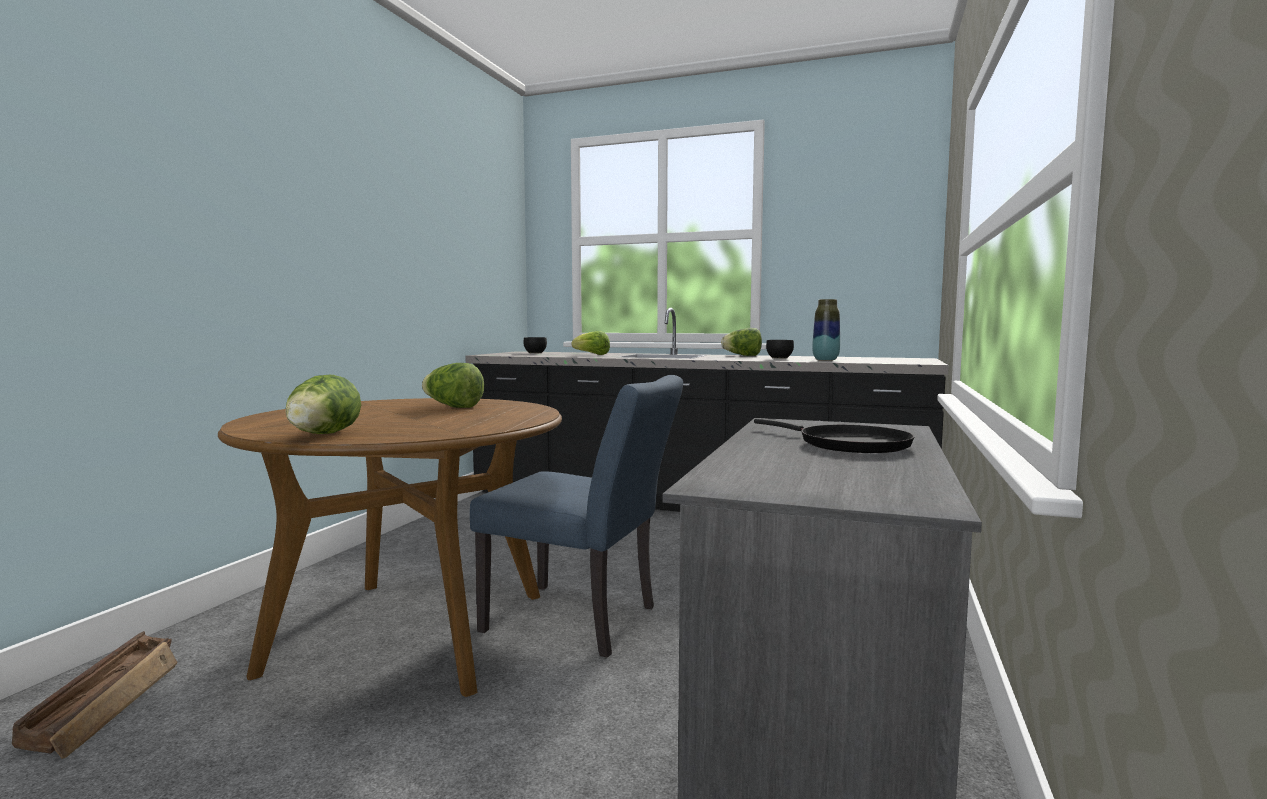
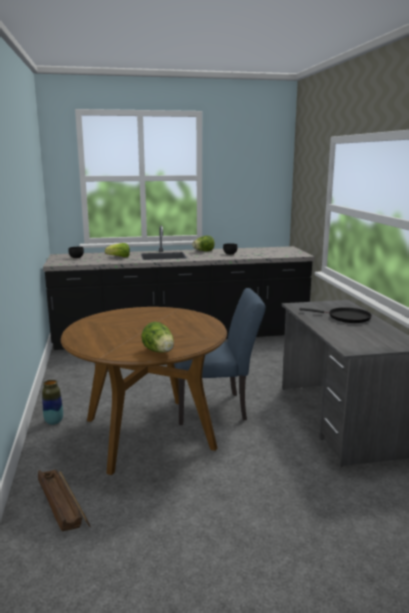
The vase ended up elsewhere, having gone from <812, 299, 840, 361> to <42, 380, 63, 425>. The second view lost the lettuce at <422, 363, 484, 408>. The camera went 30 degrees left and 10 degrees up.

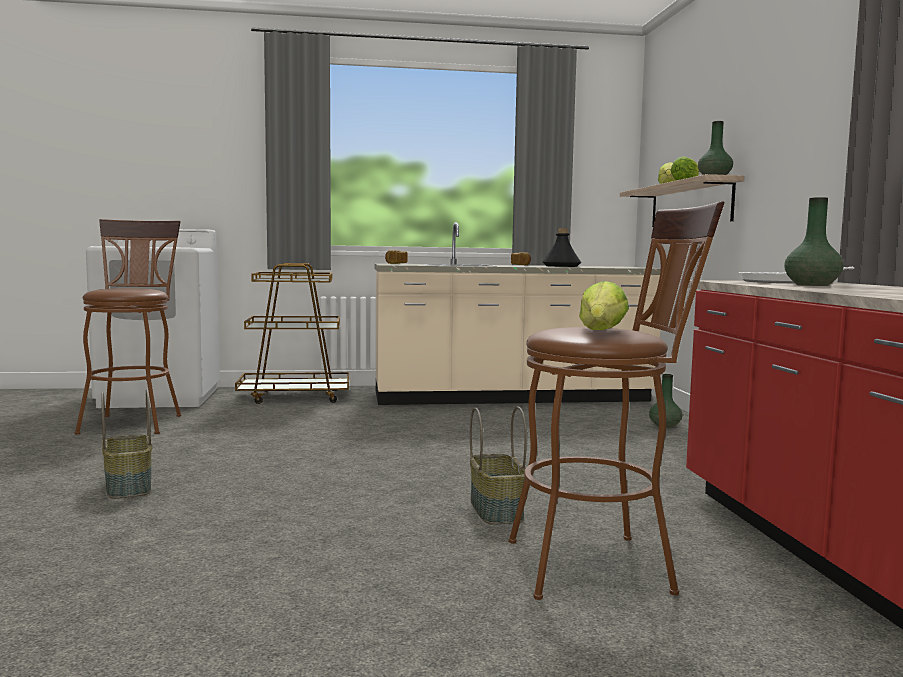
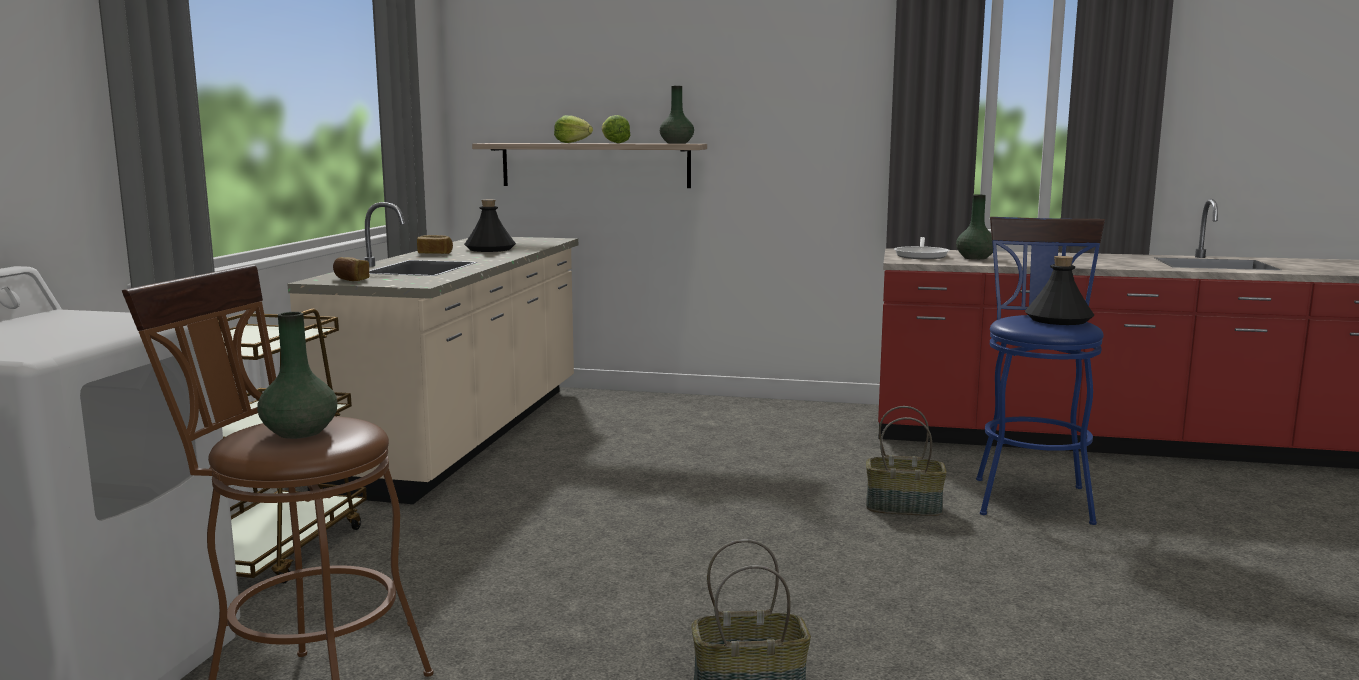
The green-coloured vase ended up elsewhere, having gone from <649, 374, 682, 428> to <257, 312, 337, 439>. What was the brown-coloured stool at <509, 201, 725, 600> turned into the bluish stool at <976, 217, 1105, 525>. Where the lettuce stood at <579, 281, 629, 330>, the black-coloured drink bottle came to stand at <1025, 256, 1094, 325>. The camera went 70 degrees left and 5 degrees up.

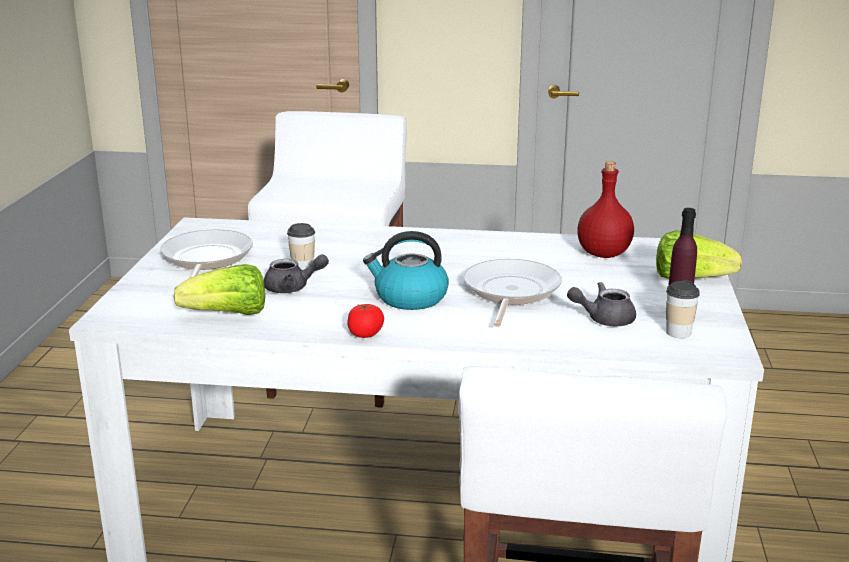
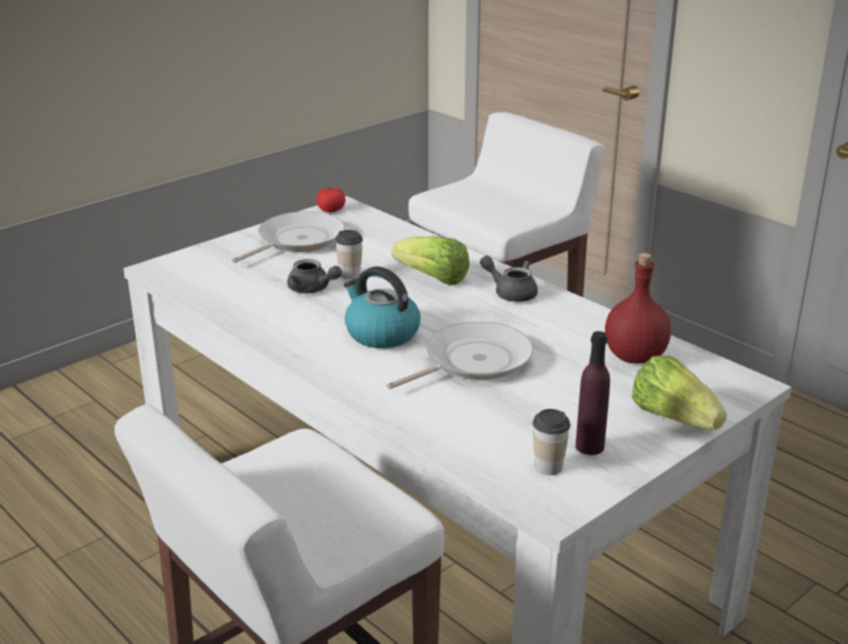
The fresh tomato ended up elsewhere, having gone from <348, 304, 384, 338> to <317, 187, 345, 212>. The lettuce ended up elsewhere, having gone from <174, 264, 265, 315> to <392, 237, 469, 285>. The gray pot for tea ended up elsewhere, having gone from <567, 282, 636, 326> to <480, 256, 538, 302>. The camera went 40 degrees right and 5 degrees up.

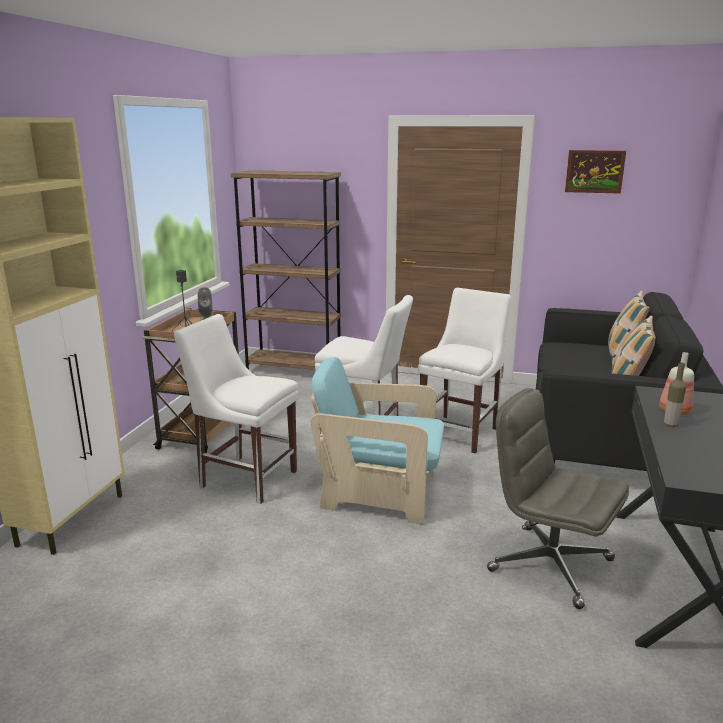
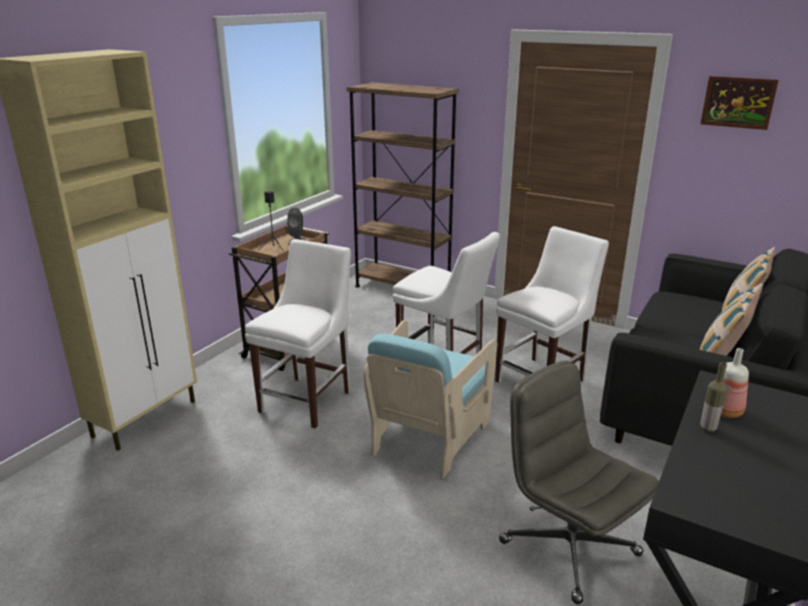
The white plain chair at <174, 314, 298, 504> ended up facing another way, 75 degrees clockwise from before. The turquoise armchair at <311, 357, 444, 524> ended up facing another way, 90 degrees counterclockwise from before. The camera went 15 degrees right and 5 degrees up.

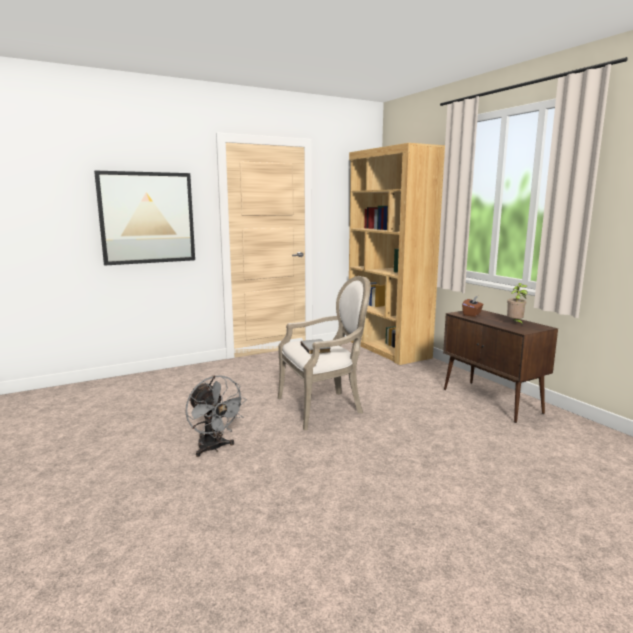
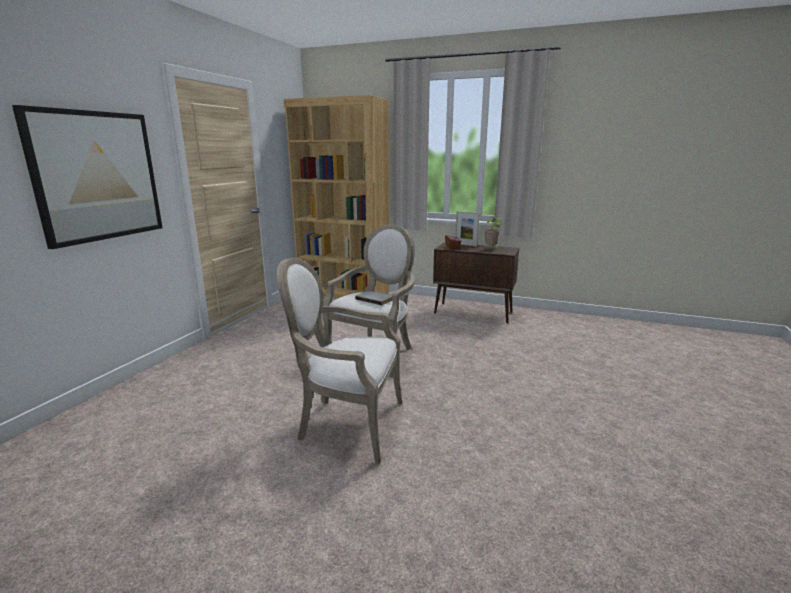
Where the gray fan stood at <186, 375, 247, 457>, the armchair came to stand at <277, 258, 402, 464>. The second view gained the picture frame at <455, 211, 480, 247>. The camera went 40 degrees left and 5 degrees up.

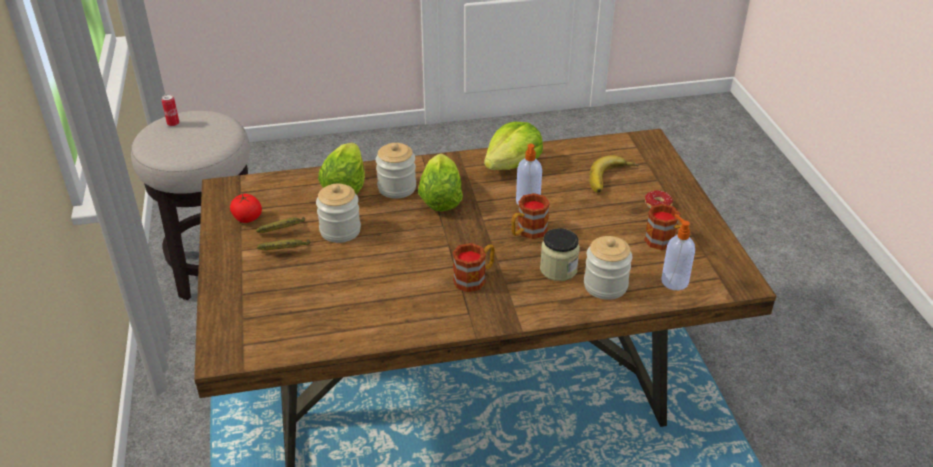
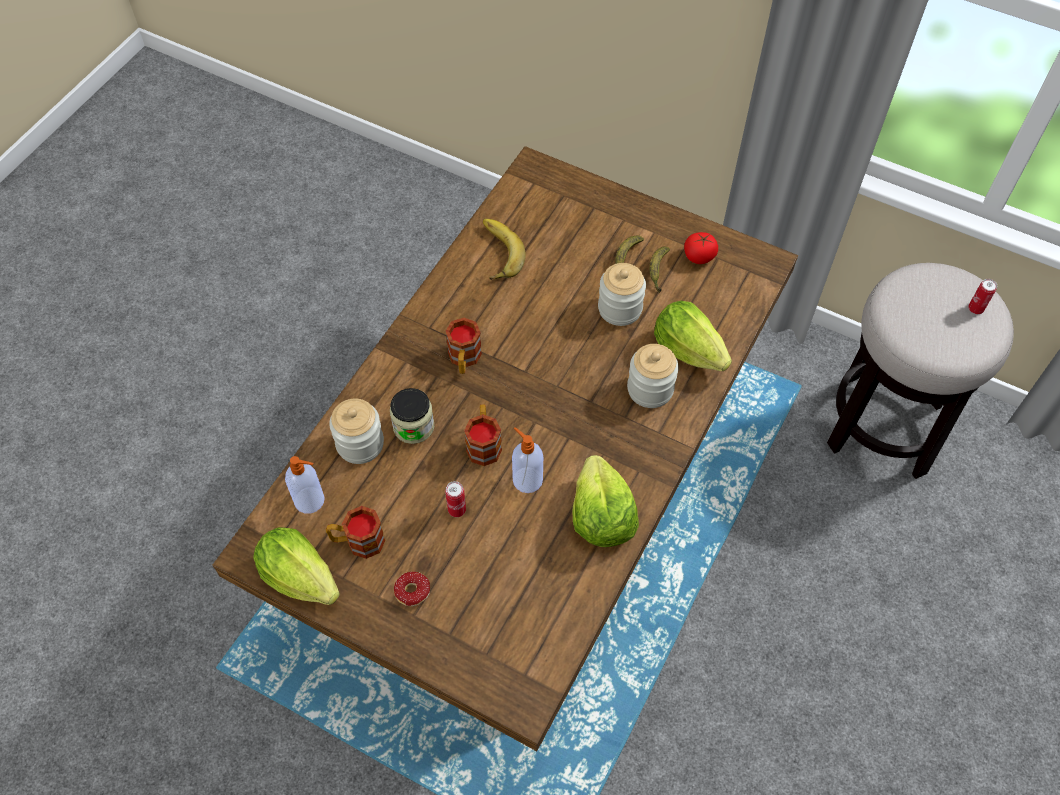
The lettuce ended up elsewhere, having gone from <418, 154, 463, 212> to <253, 527, 340, 605>. The second view gained the metal can at <445, 481, 466, 517>. The banana fruit ended up elsewhere, having gone from <589, 155, 639, 193> to <483, 219, 526, 280>. The camera went 130 degrees right and 20 degrees up.

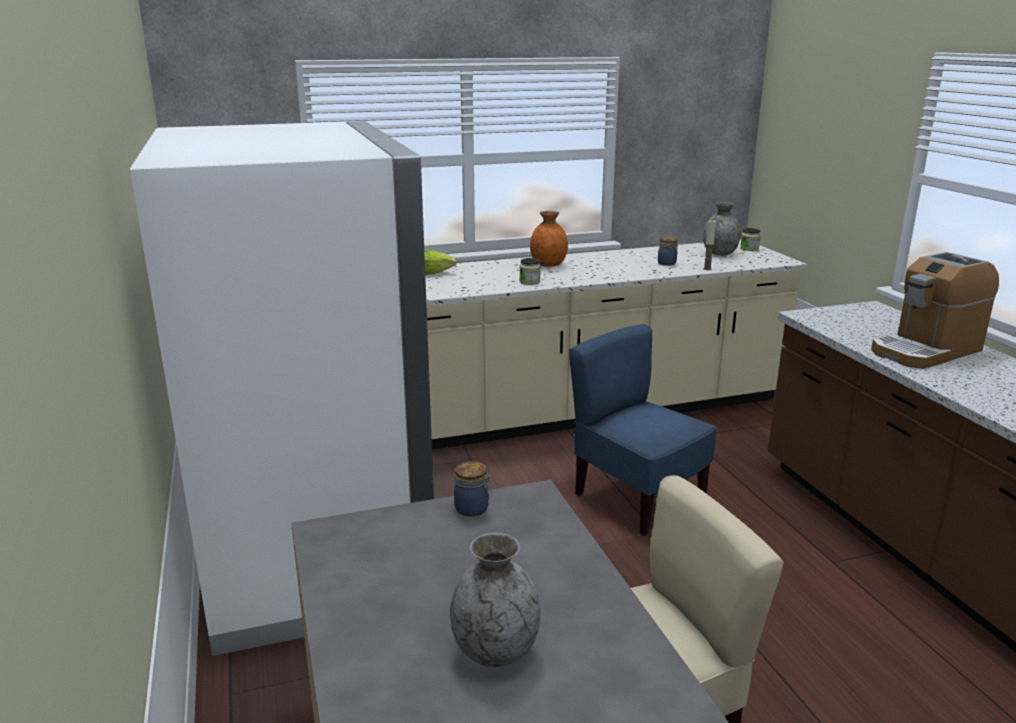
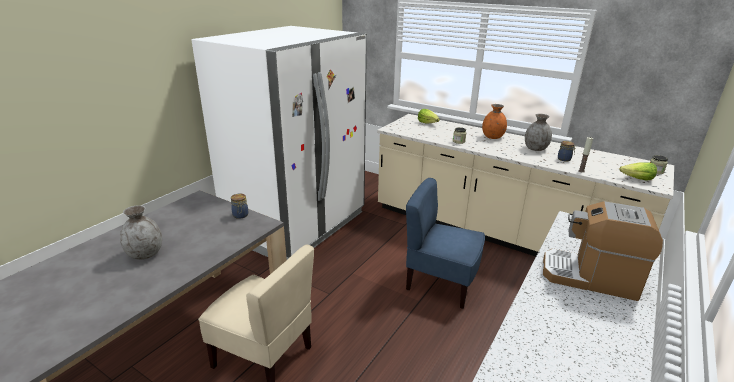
The bluish plain chair at <569, 324, 717, 536> ended up facing another way, 75 degrees counterclockwise from before. The gray vase ended up elsewhere, having gone from <703, 202, 741, 255> to <525, 114, 552, 151>. The second view gained the lettuce at <620, 162, 657, 181>. The camera went 50 degrees right and 5 degrees up.

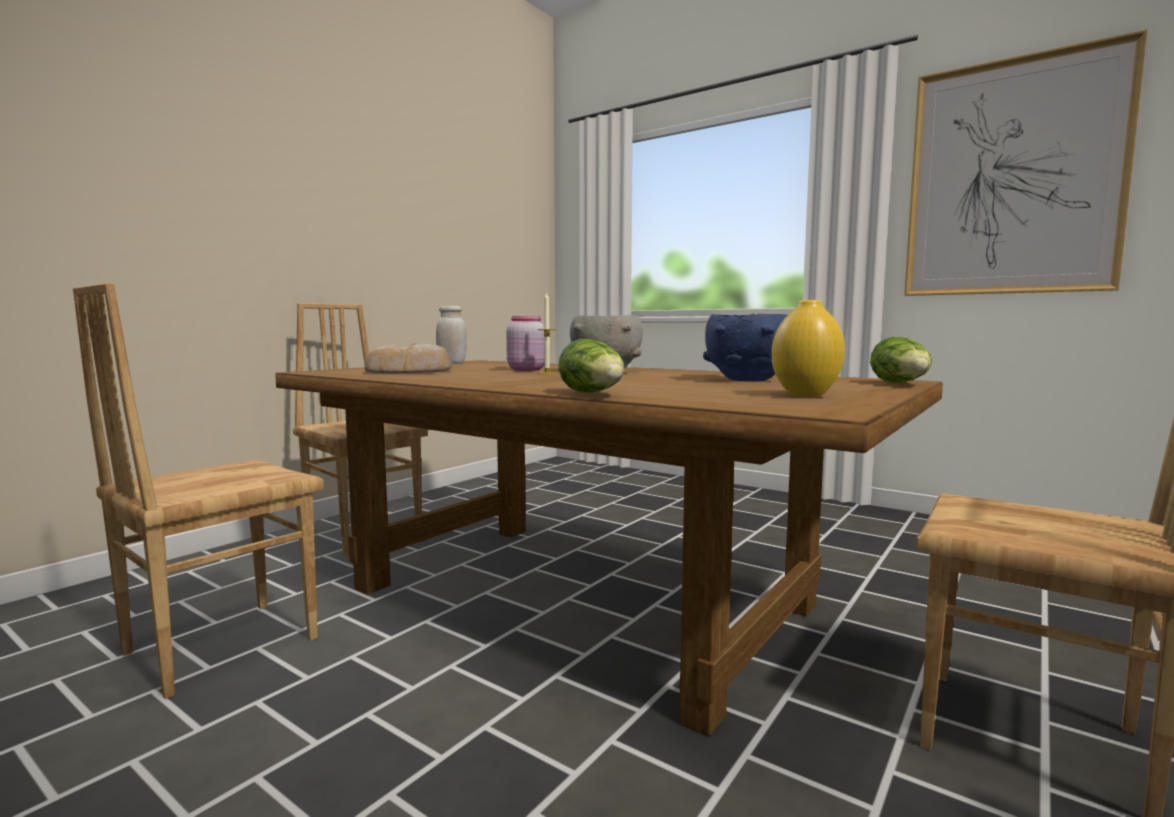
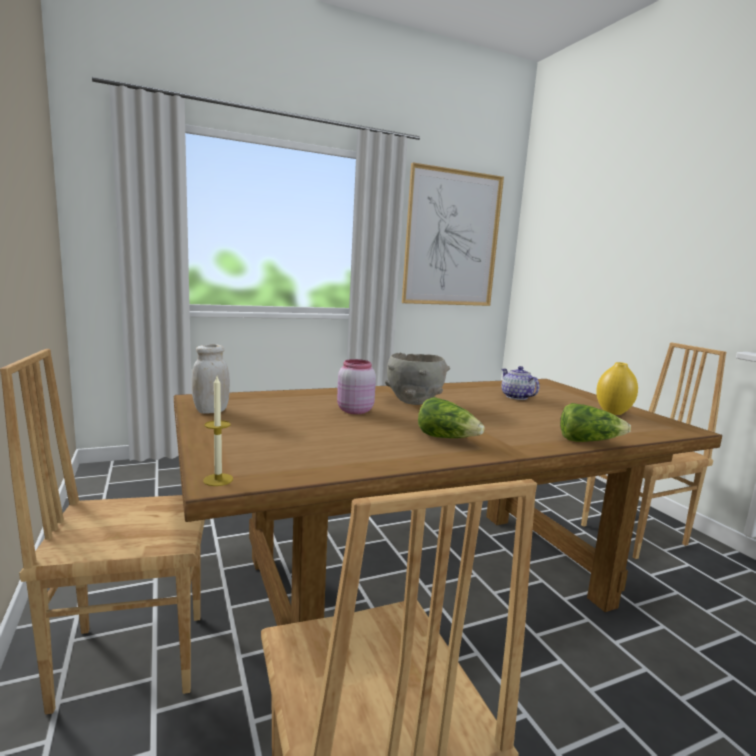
The wax light ended up elsewhere, having gone from <537, 292, 558, 374> to <203, 376, 233, 486>. The lettuce ended up elsewhere, having gone from <870, 337, 932, 383> to <418, 397, 485, 438>. Where the bluish deep dish stood at <703, 313, 789, 381>, the pot for tea came to stand at <501, 366, 540, 400>. The second view lost the bread at <365, 343, 452, 373>. The camera went 60 degrees left and 5 degrees up.

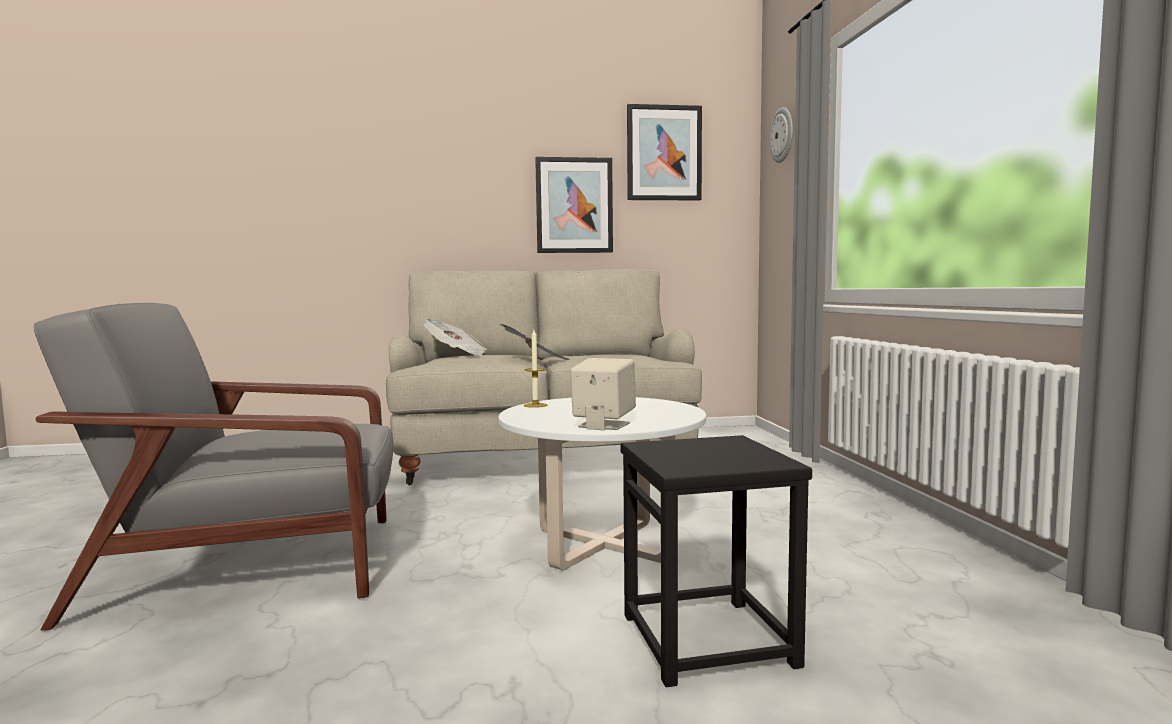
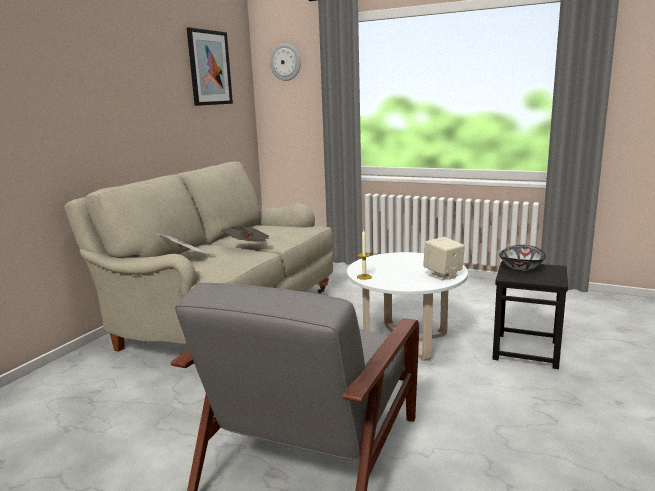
The second view gained the deep dish at <499, 245, 546, 271>. The second view lost the wall art at <535, 157, 613, 253>. The camera went 55 degrees left and 10 degrees up.

